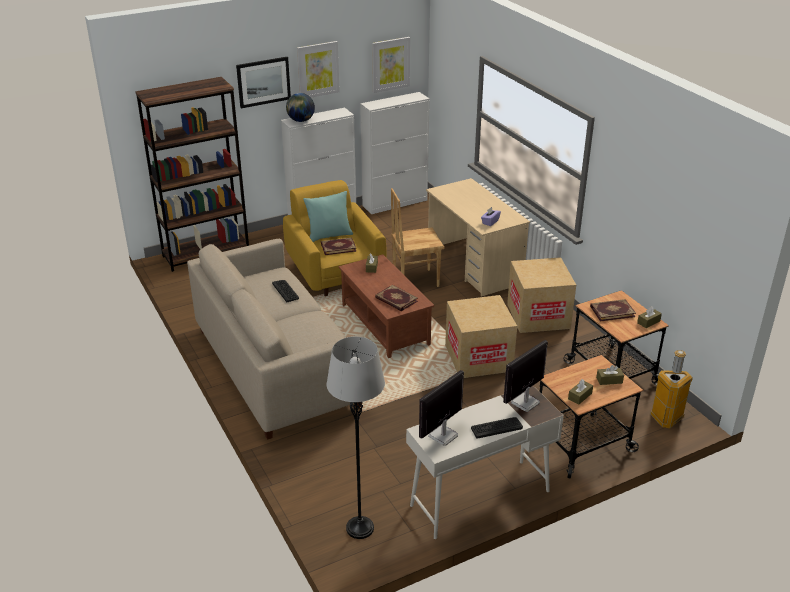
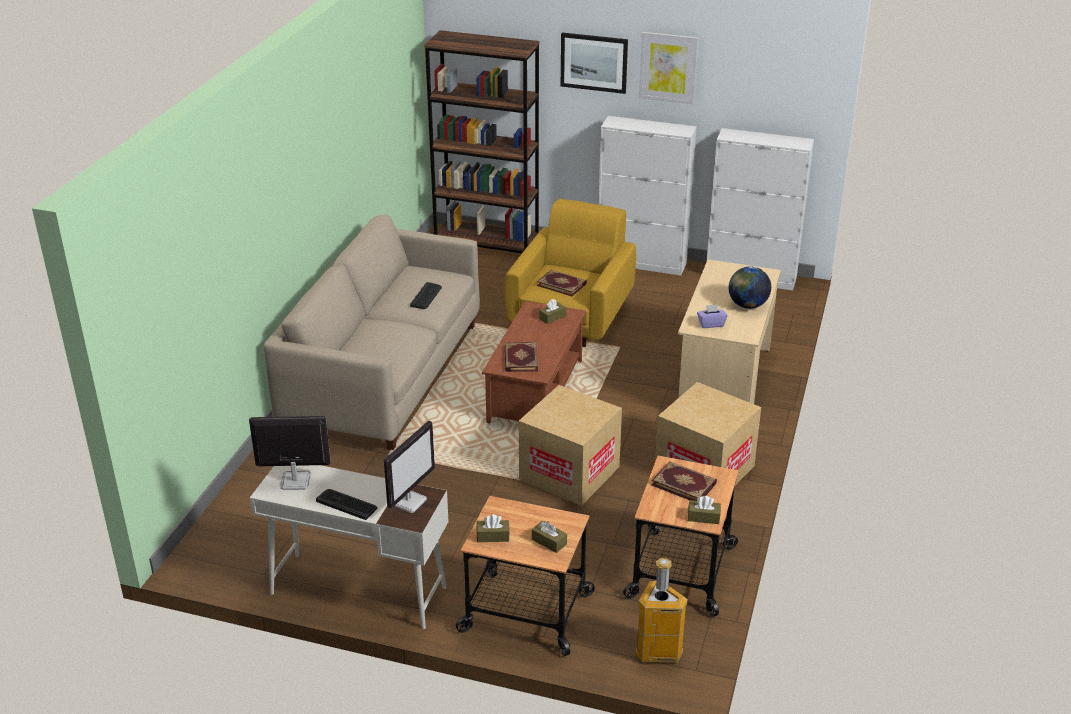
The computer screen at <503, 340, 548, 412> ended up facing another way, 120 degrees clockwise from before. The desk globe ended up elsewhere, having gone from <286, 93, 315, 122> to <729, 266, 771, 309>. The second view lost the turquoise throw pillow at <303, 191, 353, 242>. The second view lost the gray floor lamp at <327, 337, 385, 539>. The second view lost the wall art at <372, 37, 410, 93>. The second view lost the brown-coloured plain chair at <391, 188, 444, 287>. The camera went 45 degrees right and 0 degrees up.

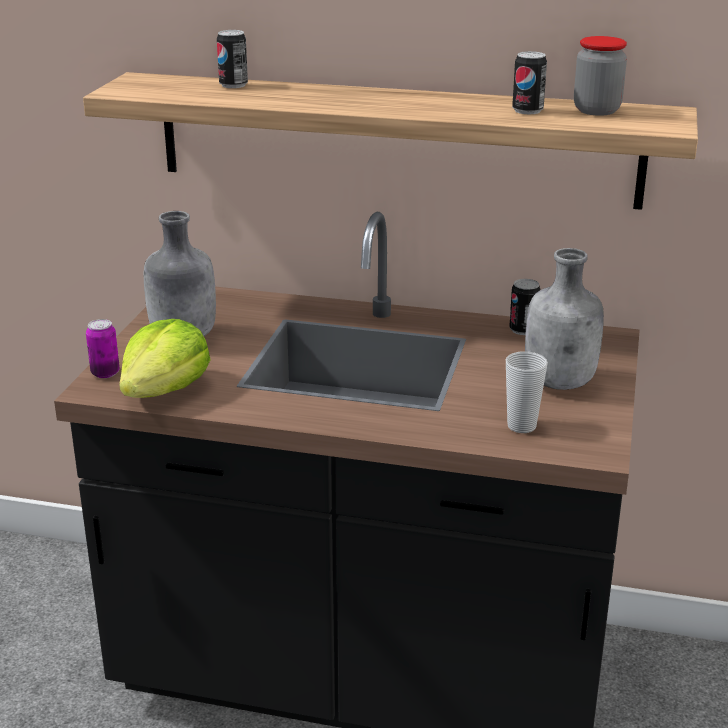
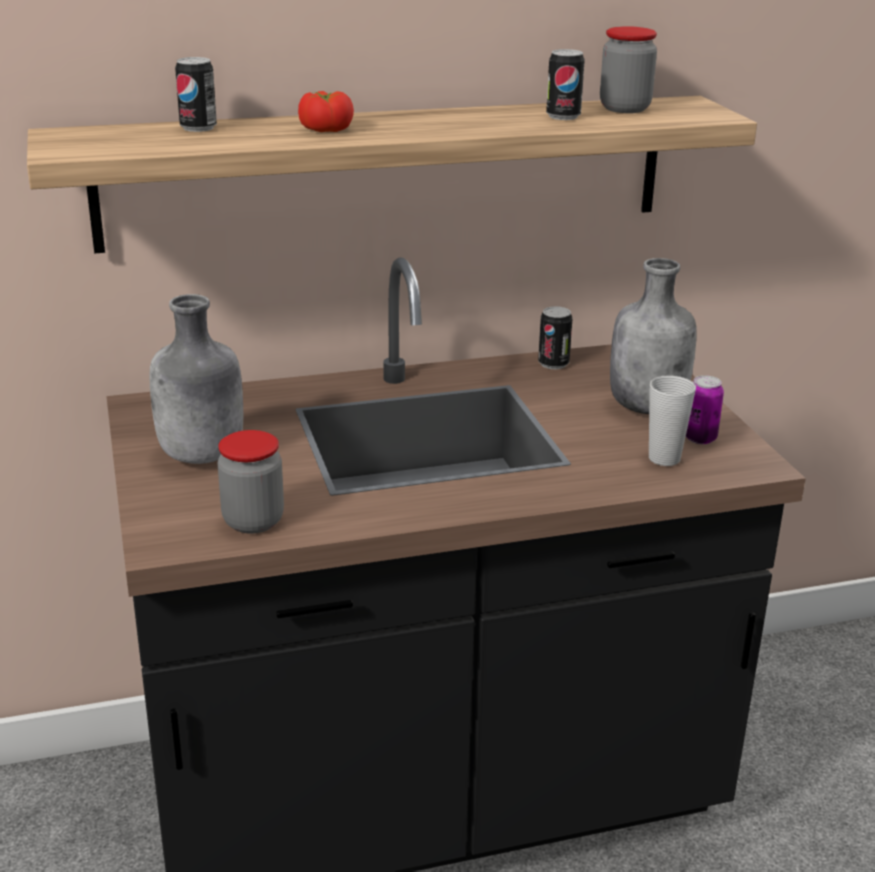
Where the lettuce stood at <119, 319, 211, 398>, the preserve jar came to stand at <217, 430, 284, 534>. The second view gained the fresh tomato at <298, 91, 354, 132>. The metal can ended up elsewhere, having gone from <86, 319, 120, 378> to <686, 375, 724, 444>. The camera went 30 degrees left and 0 degrees up.

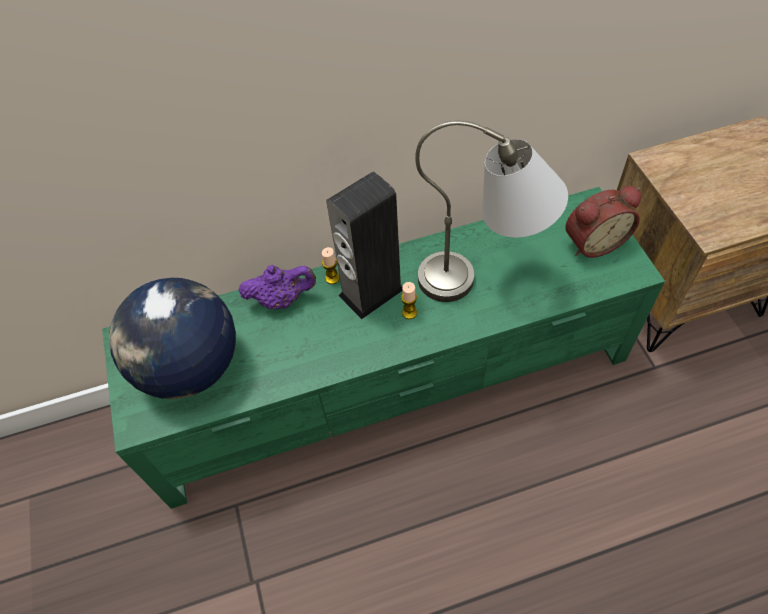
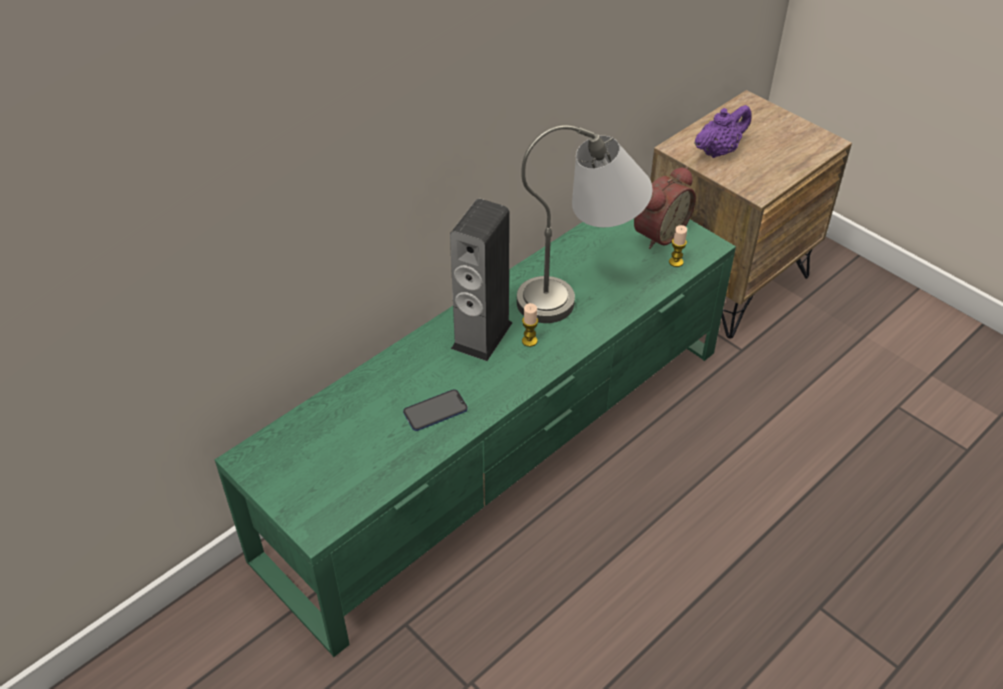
The second view gained the phone at <403, 389, 468, 431>. The wax light ended up elsewhere, having gone from <322, 247, 340, 284> to <669, 225, 687, 267>. The purplish pot for tea ended up elsewhere, having gone from <238, 265, 316, 309> to <694, 105, 752, 158>. The second view lost the desk globe at <109, 278, 236, 399>. The camera went 30 degrees left and 10 degrees down.

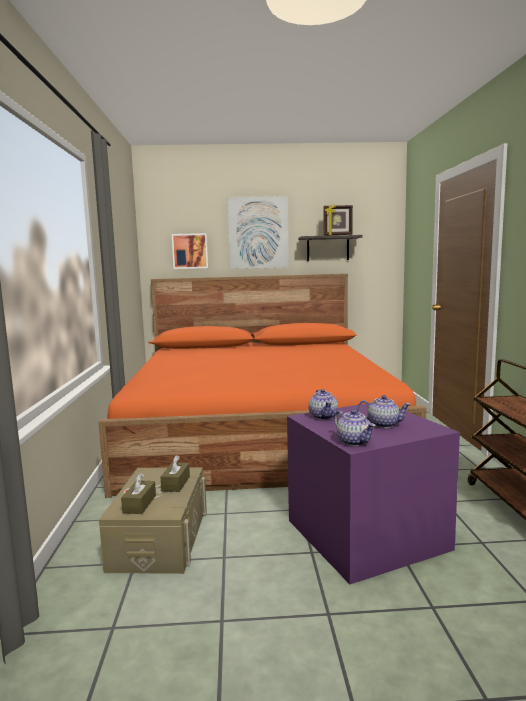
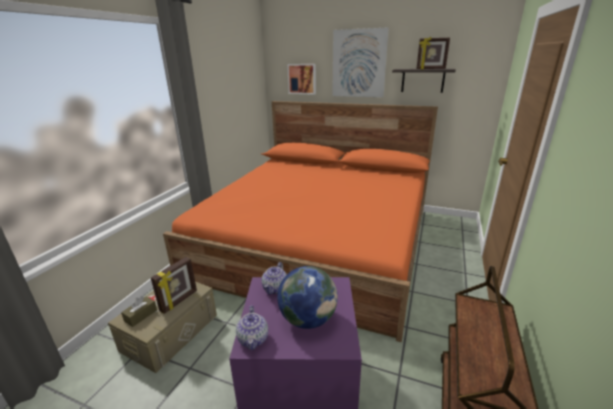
Where the brown-coloured tissue box stood at <161, 455, 190, 492>, the picture frame came to stand at <151, 257, 197, 314>. Where the pot for tea stood at <357, 395, 411, 428>, the desk globe came to stand at <277, 266, 338, 329>. The camera went 25 degrees right and 15 degrees up.

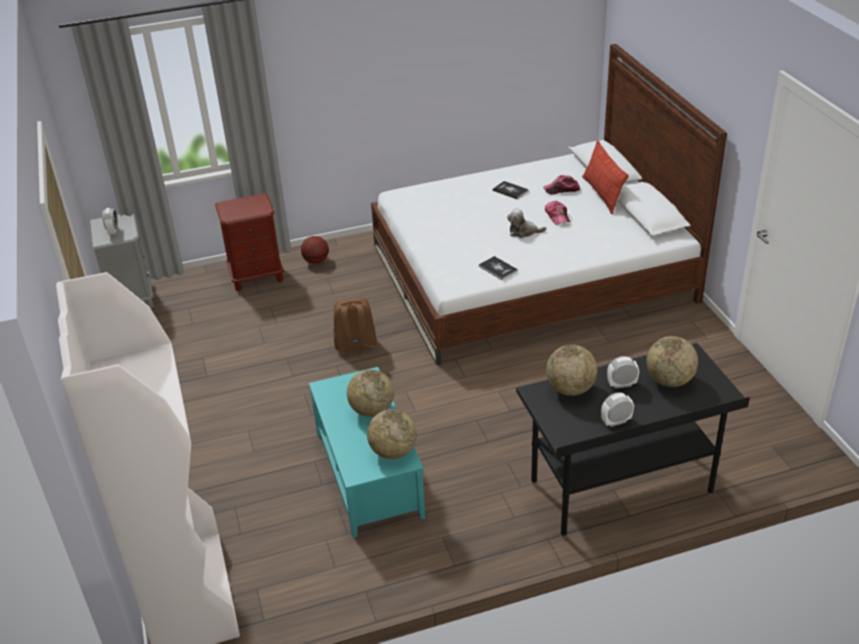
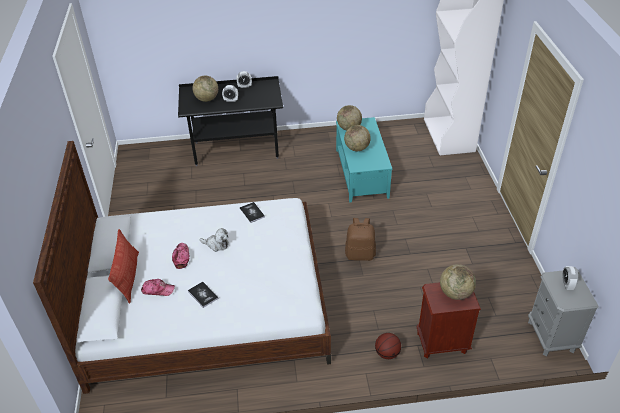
The desk globe ended up elsewhere, having gone from <546, 345, 597, 396> to <440, 264, 476, 300>. The camera went 170 degrees left and 5 degrees up.

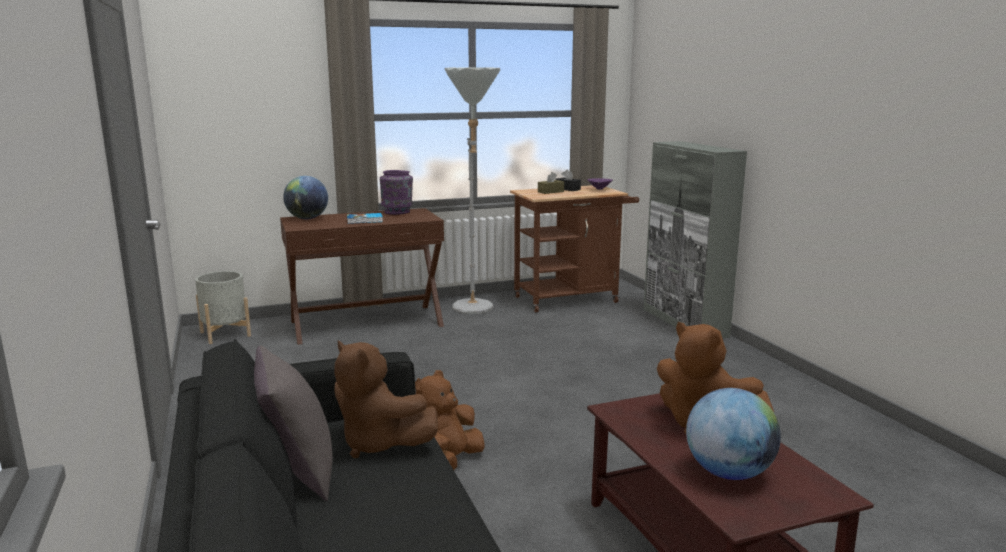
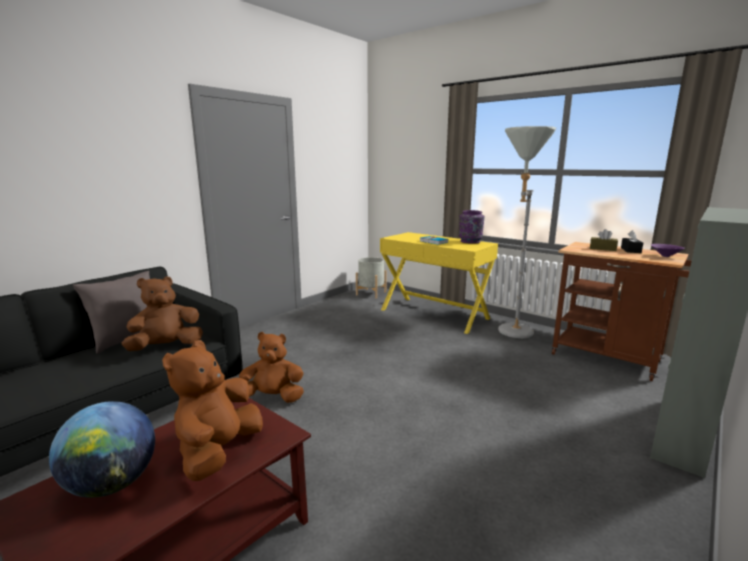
The brown-coloured soft toy at <334, 341, 438, 458> ended up facing another way, 45 degrees clockwise from before. What was the brown-coloured console table at <280, 208, 444, 345> turned into the yellowish console table at <380, 232, 498, 334>. The second view lost the desk globe at <283, 176, 328, 219>. The camera went 60 degrees right and 0 degrees up.

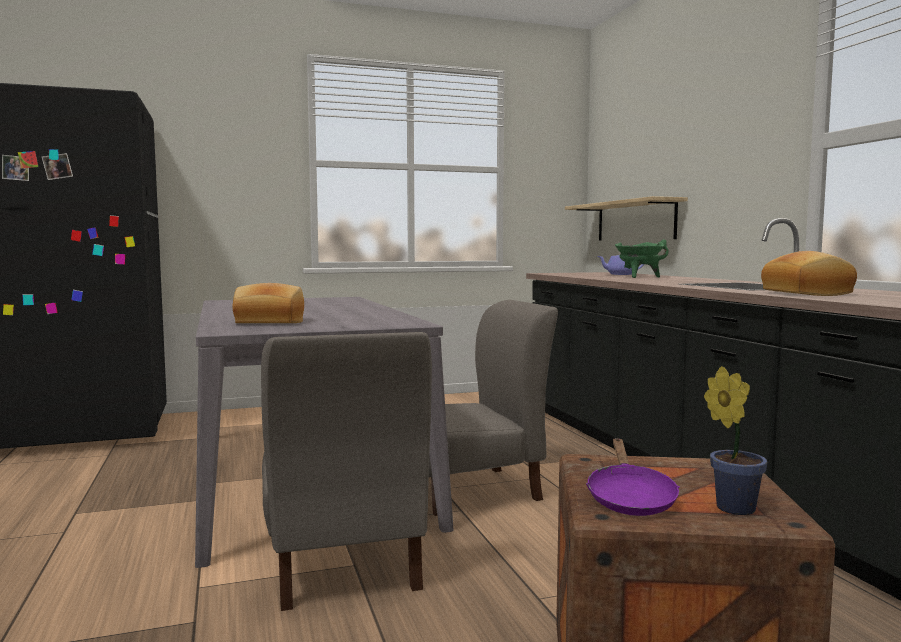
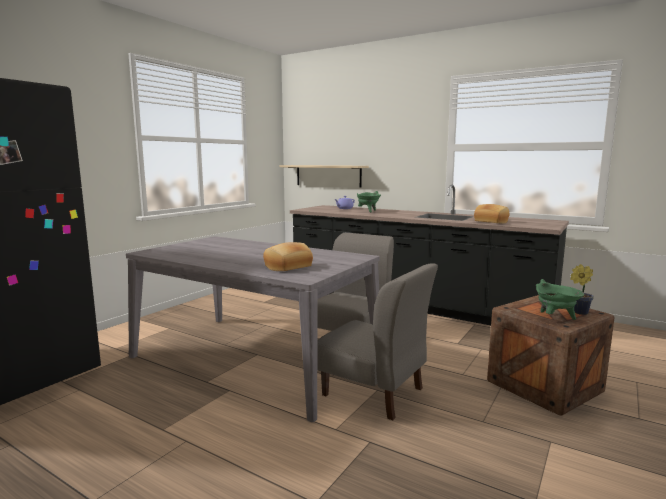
Where the purplish skillet stood at <586, 438, 680, 516>, the green-coloured cooking pot came to stand at <536, 279, 584, 320>. The camera went 40 degrees left and 5 degrees up.

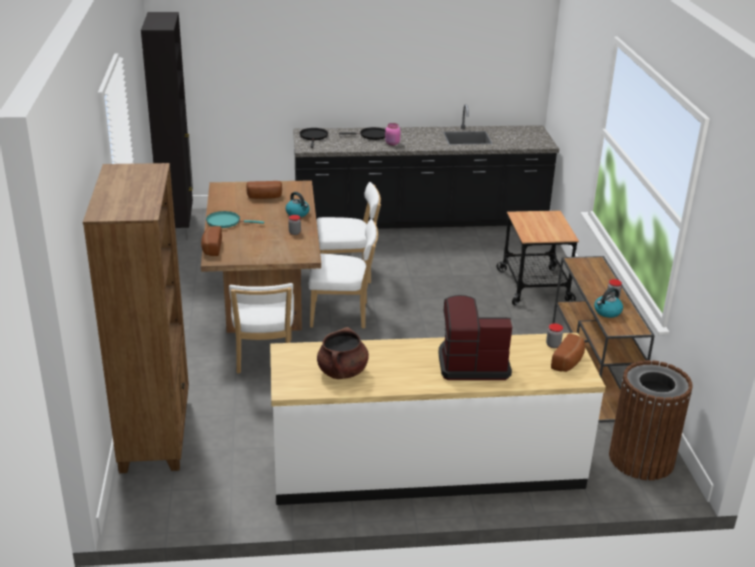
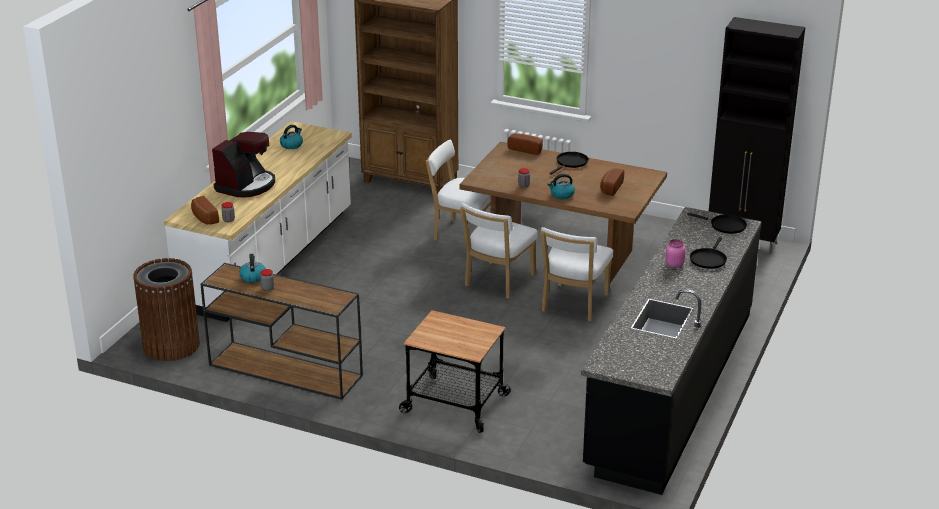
Where the brown-coloured cooking pot stood at <317, 327, 369, 379>, the kettle came to stand at <280, 125, 303, 149>. What was the turquoise skillet at <206, 211, 264, 228> turned into the black-coloured skillet at <550, 152, 588, 175>. The camera went 120 degrees right and 0 degrees up.

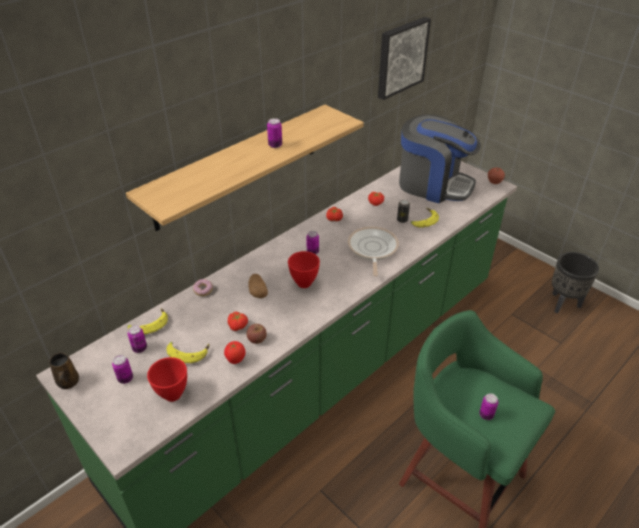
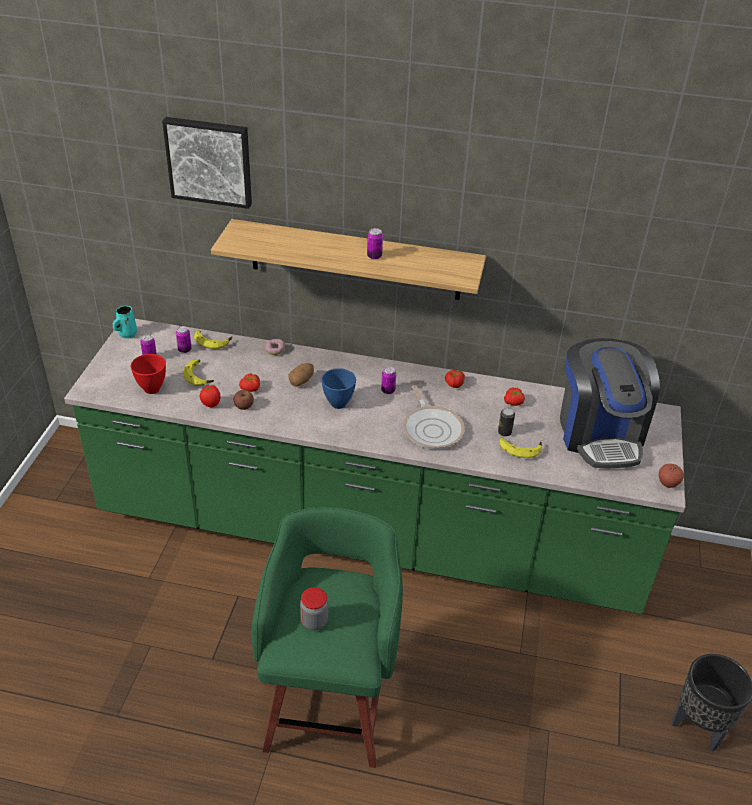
What was the brown-coloured tea mug at <49, 352, 79, 389> turned into the turquoise tea mug at <113, 306, 137, 338>. The wall art ended up elsewhere, having gone from <378, 17, 431, 100> to <162, 117, 252, 209>. Where the metal can stood at <479, 393, 498, 420>, the preserve jar came to stand at <300, 587, 328, 630>. What was the red-coloured deep dish at <288, 251, 320, 288> turned into the bluish deep dish at <321, 368, 356, 409>. The skillet at <348, 226, 399, 276> ended up facing another way, 105 degrees clockwise from before. The camera went 55 degrees right and 0 degrees up.

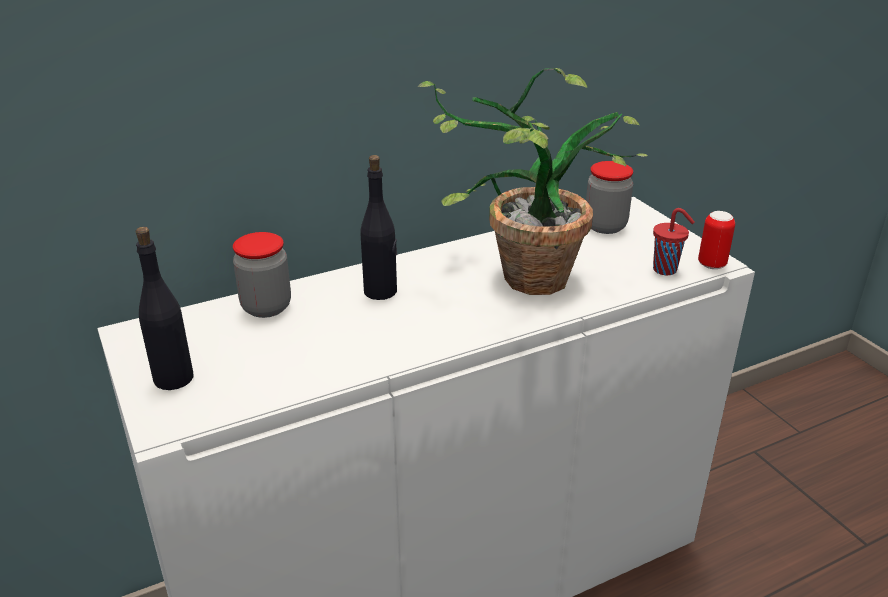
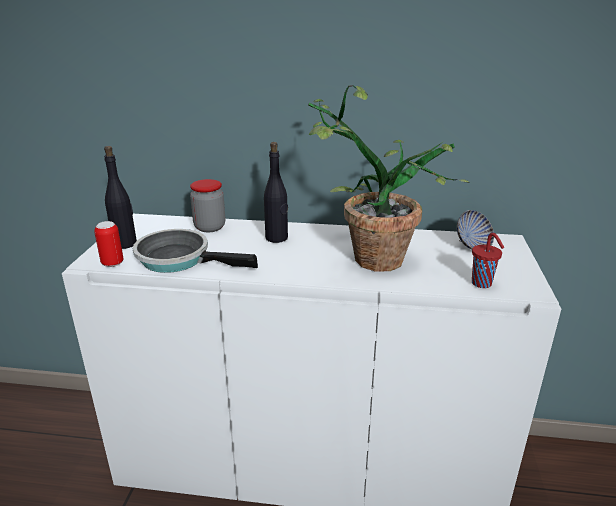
The metal can ended up elsewhere, having gone from <698, 211, 735, 269> to <94, 221, 124, 267>. The second view gained the skillet at <133, 229, 258, 273>. Where the preserve jar stood at <586, 161, 633, 234>, the deep dish came to stand at <457, 210, 494, 250>. The camera went 35 degrees right and 5 degrees down.

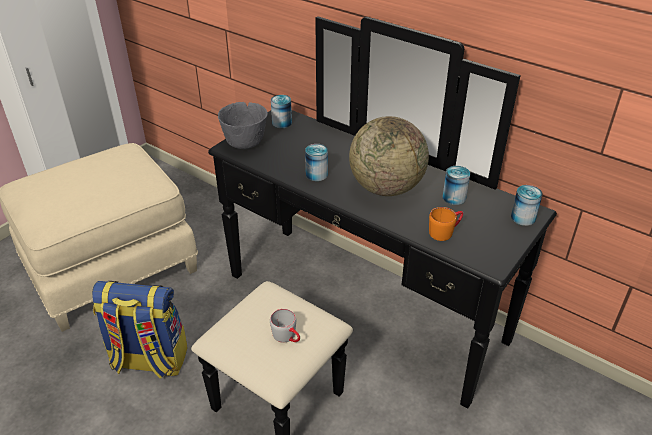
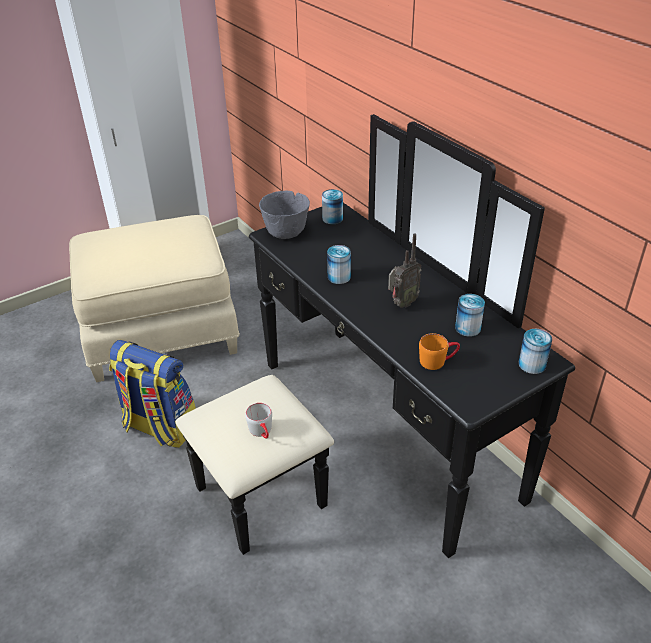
Where the desk globe stood at <349, 116, 429, 196>, the radio receiver came to stand at <388, 233, 421, 308>. The camera went 20 degrees right and 0 degrees up.

